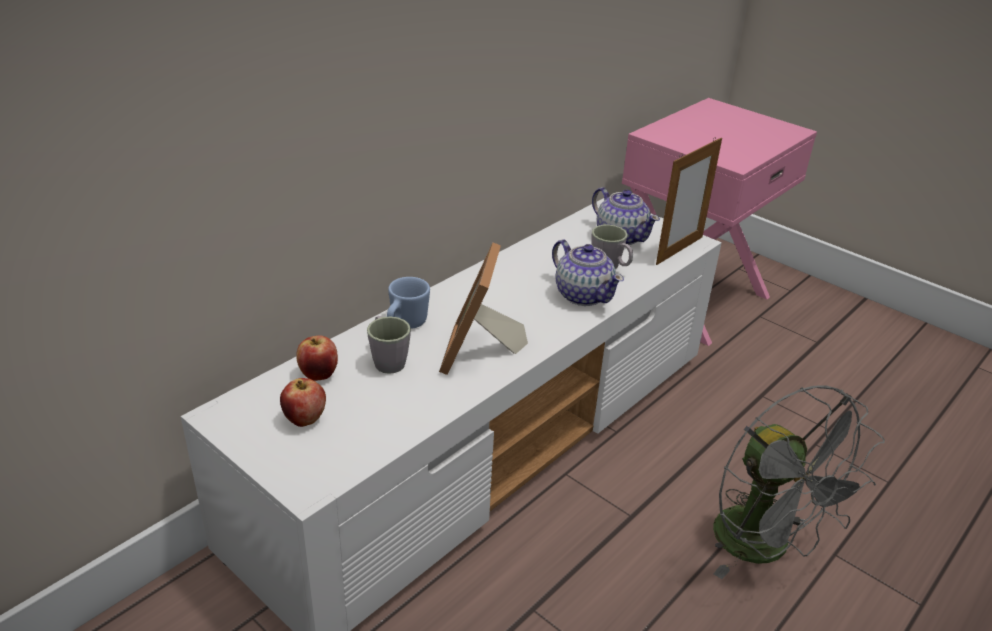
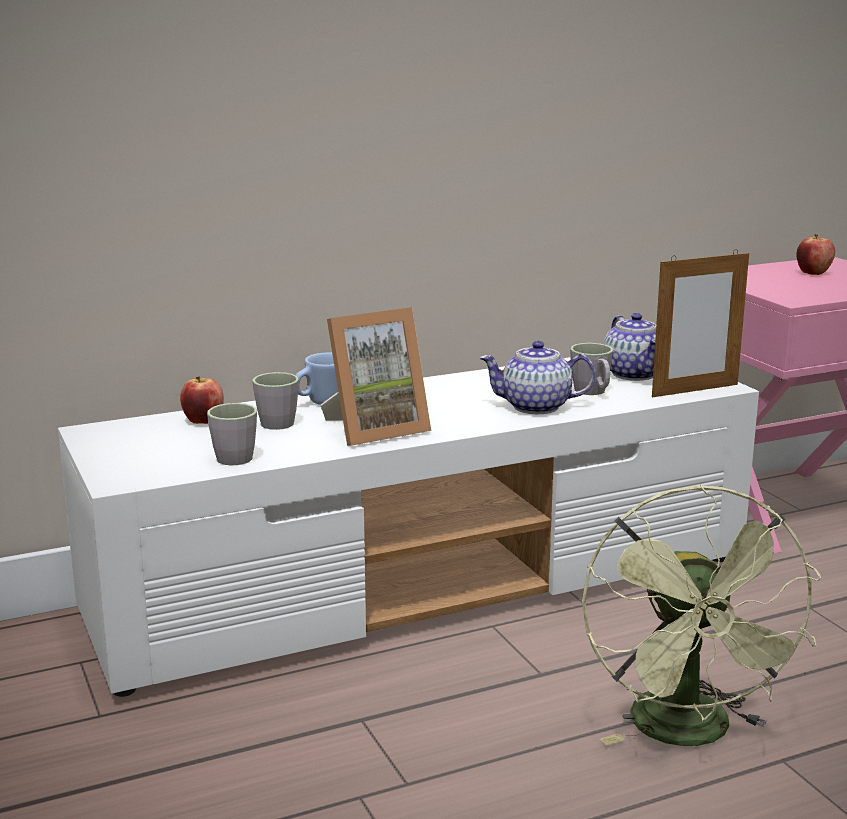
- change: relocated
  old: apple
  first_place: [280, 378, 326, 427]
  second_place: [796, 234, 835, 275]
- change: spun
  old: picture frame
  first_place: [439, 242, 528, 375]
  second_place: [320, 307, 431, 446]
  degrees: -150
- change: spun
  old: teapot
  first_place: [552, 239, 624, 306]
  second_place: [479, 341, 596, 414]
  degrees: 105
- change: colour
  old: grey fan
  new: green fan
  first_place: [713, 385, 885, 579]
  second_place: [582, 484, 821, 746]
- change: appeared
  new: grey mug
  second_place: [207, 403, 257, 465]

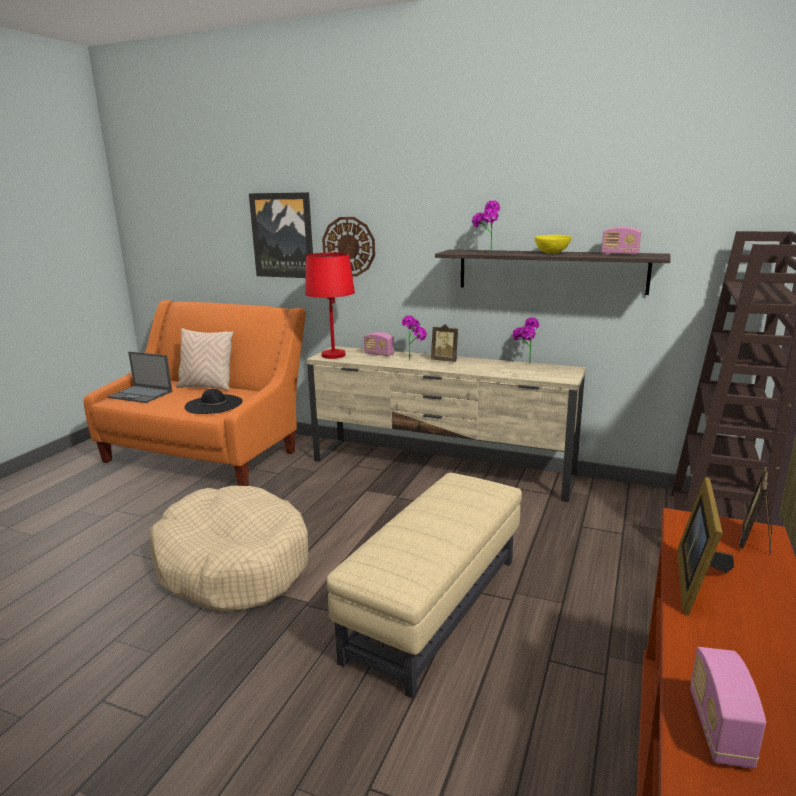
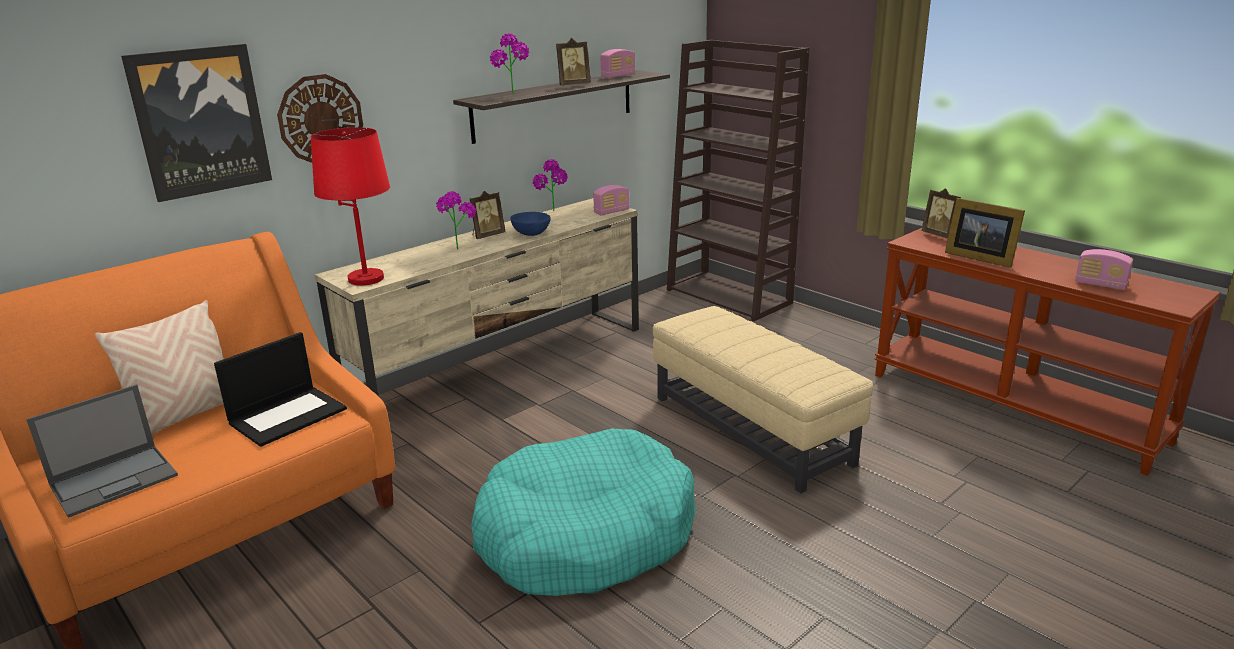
- change: colour
  old: beige dog bed
  new: turquoise dog bed
  first_place: [149, 486, 309, 613]
  second_place: [471, 429, 696, 596]
- change: exchanged
  old: black hat
  new: laptop
  first_place: [185, 389, 243, 414]
  second_place: [214, 332, 347, 447]
- change: relocated
  old: radio
  first_place: [364, 332, 394, 357]
  second_place: [593, 185, 630, 216]
- change: exchanged
  old: yellow bowl
  new: picture frame
  first_place: [535, 235, 572, 254]
  second_place: [556, 38, 591, 85]
- change: appeared
  new: blue bowl
  second_place: [510, 212, 551, 236]

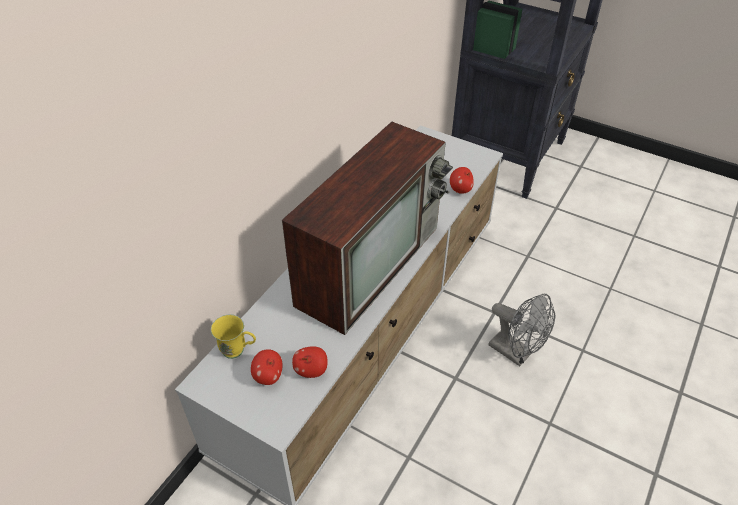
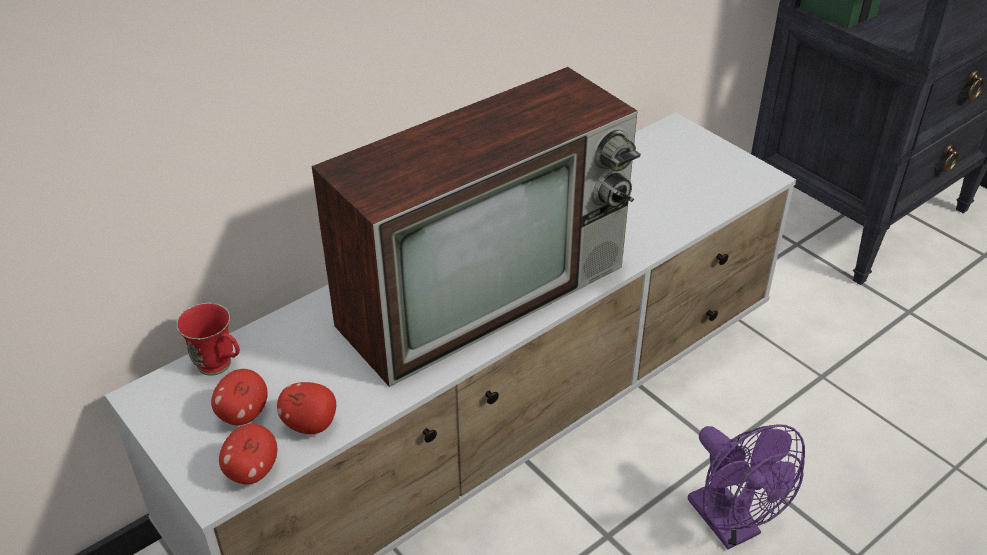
- change: colour
  old: yellow mug
  new: red mug
  first_place: [211, 314, 256, 359]
  second_place: [176, 303, 240, 376]
- change: relocated
  old: apple
  first_place: [450, 167, 474, 194]
  second_place: [219, 424, 277, 484]
- change: colour
  old: grey fan
  new: purple fan
  first_place: [489, 294, 555, 366]
  second_place: [688, 424, 805, 549]

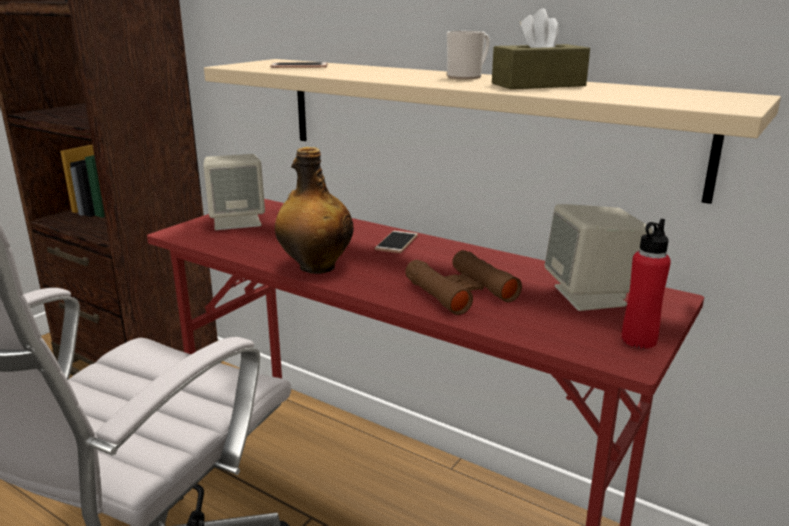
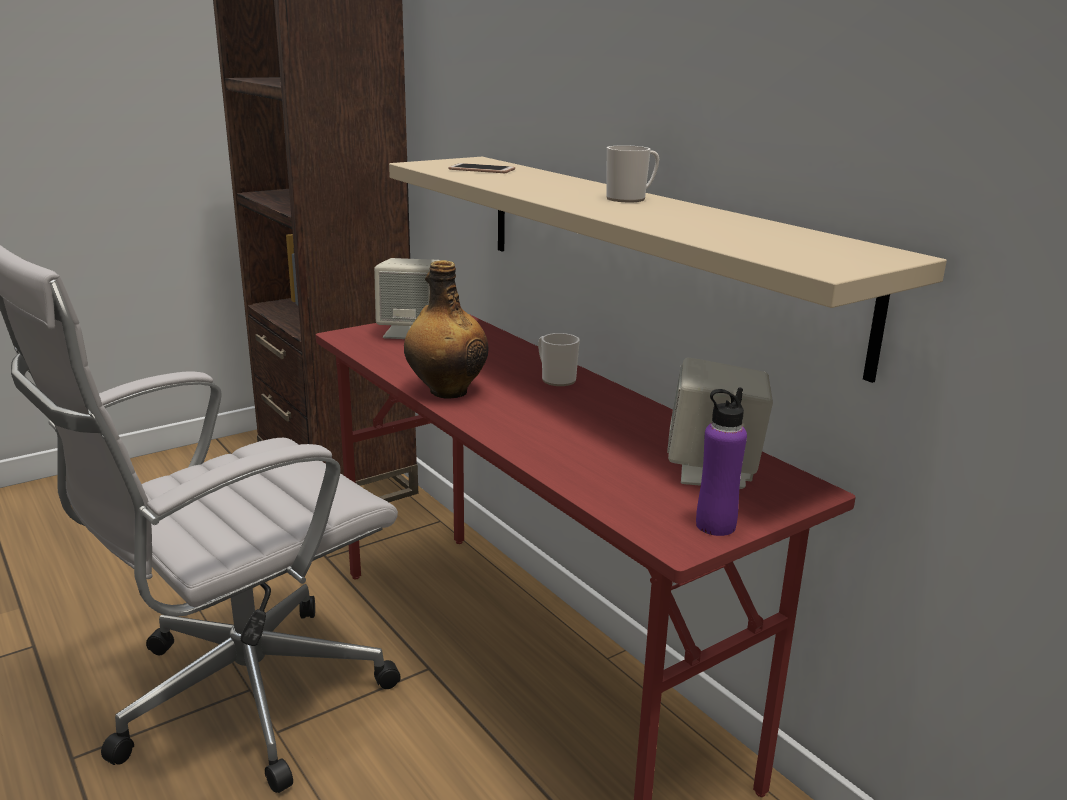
- change: exchanged
  old: phone
  new: mug
  first_place: [375, 231, 418, 253]
  second_place: [538, 333, 580, 386]
- change: missing
  old: brown binoculars
  first_place: [405, 250, 522, 315]
- change: missing
  old: brown tissue box
  first_place: [492, 8, 590, 89]
- change: colour
  old: red bottle
  new: purple bottle
  first_place: [622, 219, 671, 349]
  second_place: [696, 387, 747, 536]

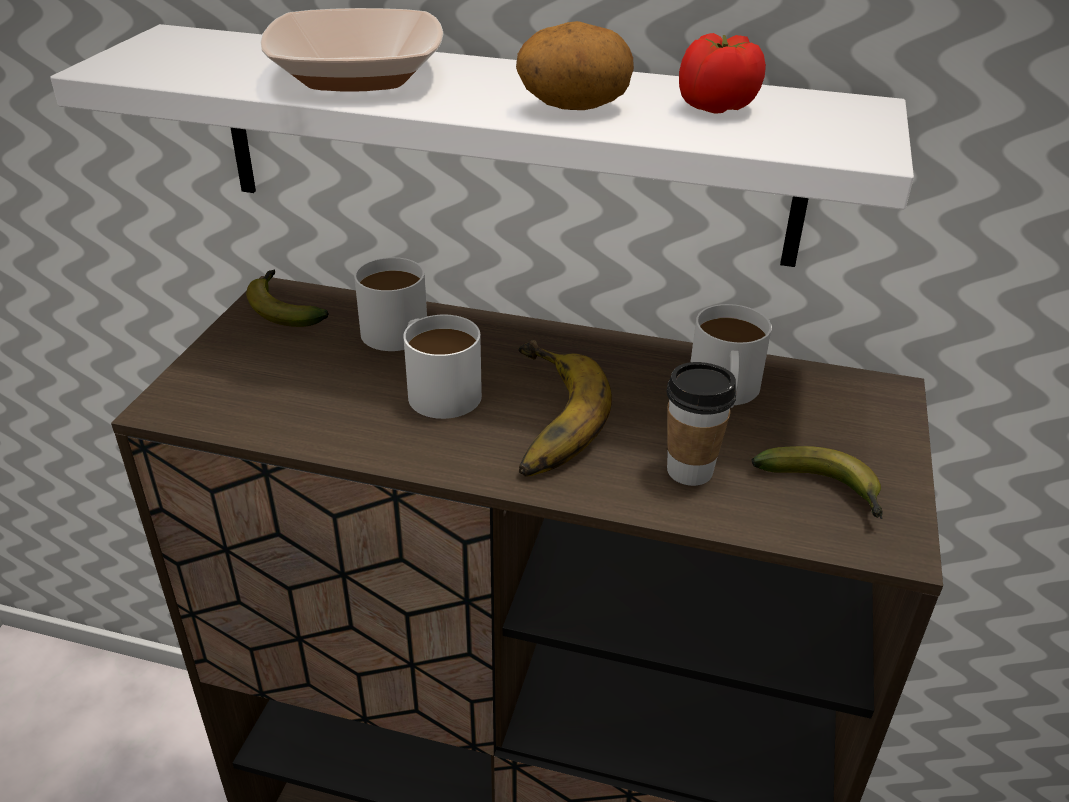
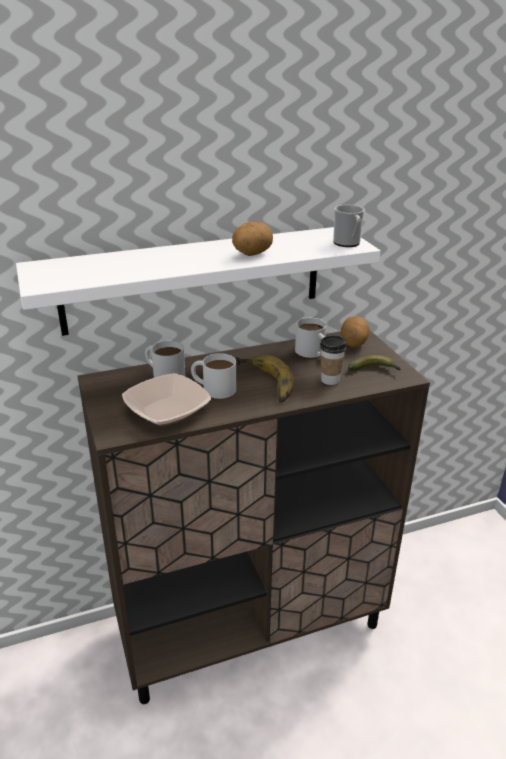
- change: missing
  old: banana
  first_place: [246, 269, 329, 327]
- change: relocated
  old: bowl
  first_place: [260, 8, 443, 92]
  second_place: [122, 373, 211, 426]
- change: missing
  old: tomato
  first_place: [679, 33, 766, 114]
- change: appeared
  new: mug
  second_place: [333, 205, 365, 247]
- change: appeared
  new: potato
  second_place: [341, 316, 369, 348]

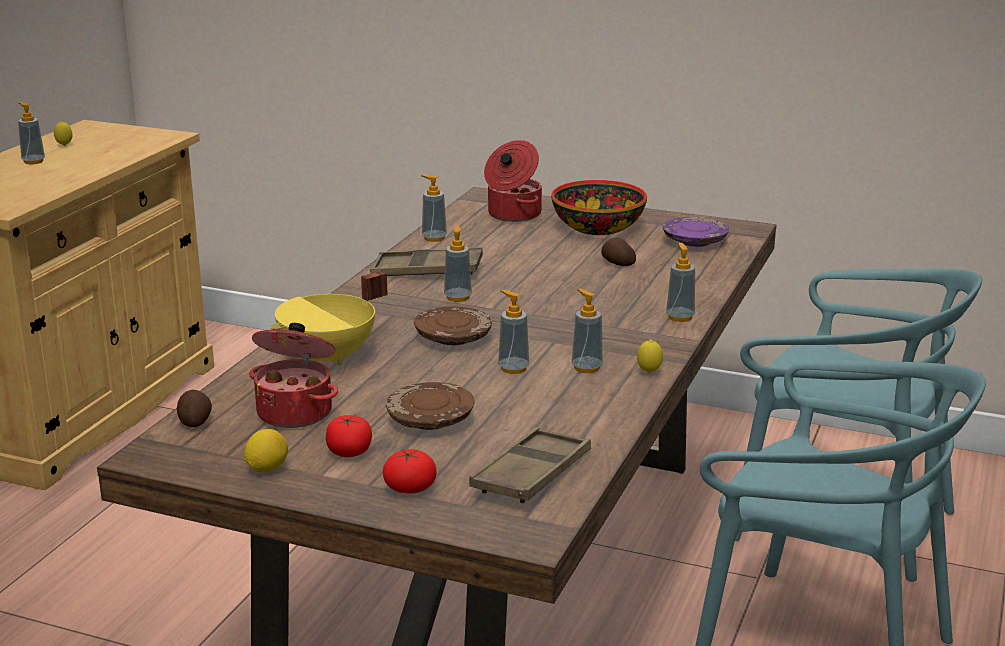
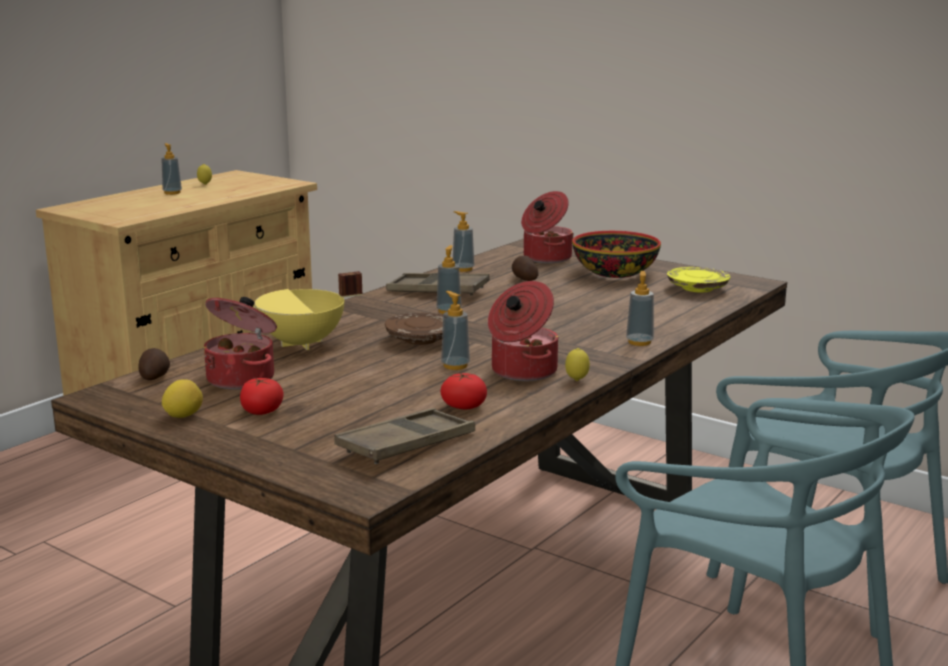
- change: relocated
  old: tomato
  first_place: [383, 449, 437, 494]
  second_place: [440, 373, 487, 409]
- change: missing
  old: brown plate
  first_place: [386, 382, 475, 430]
- change: exchanged
  old: soap dispenser
  new: cooking pot
  first_place: [572, 289, 603, 373]
  second_place: [488, 281, 559, 381]
- change: relocated
  old: potato
  first_place: [601, 237, 636, 266]
  second_place: [512, 256, 539, 281]
- change: colour
  old: purple plate
  new: yellow plate
  first_place: [662, 217, 729, 247]
  second_place: [667, 267, 730, 293]

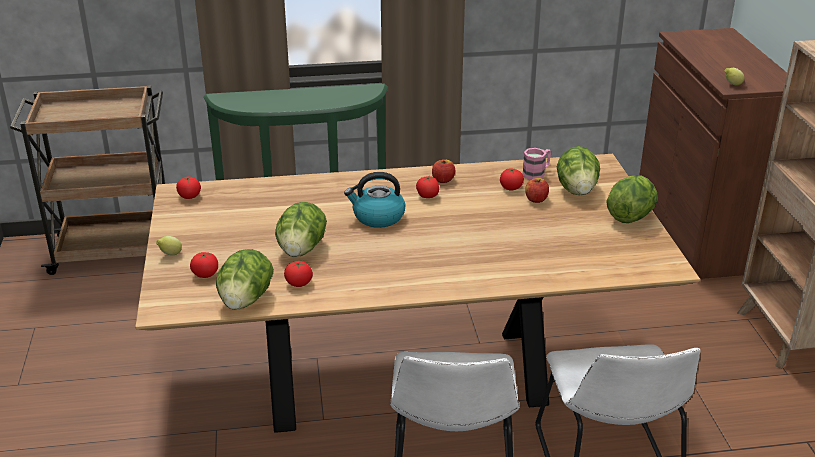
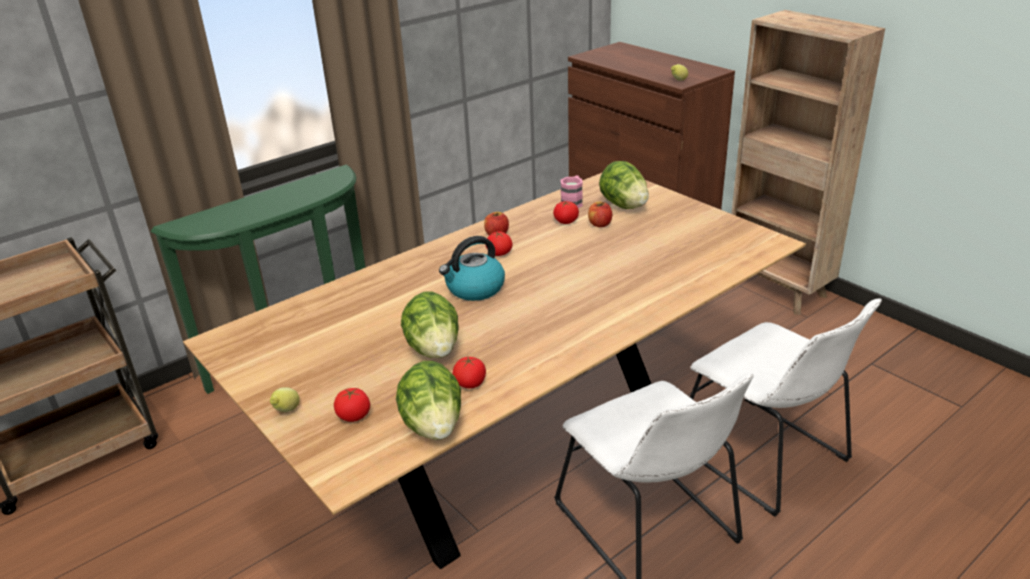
- change: missing
  old: tomato
  first_place: [176, 176, 201, 199]
- change: missing
  old: lettuce
  first_place: [606, 175, 658, 223]

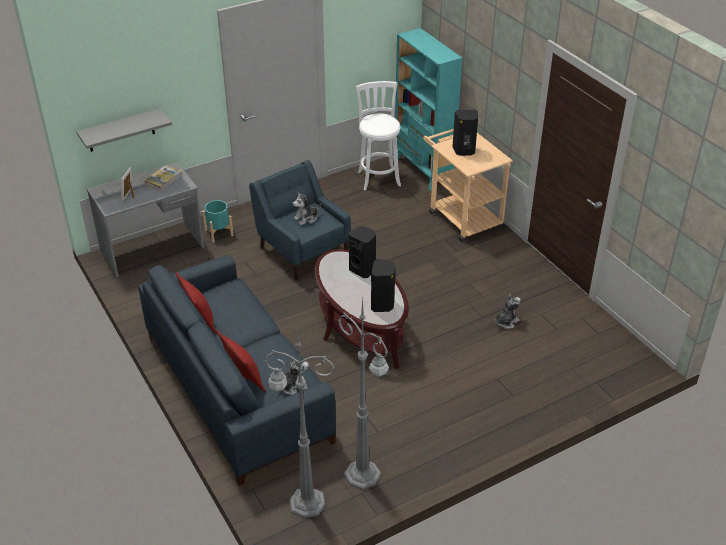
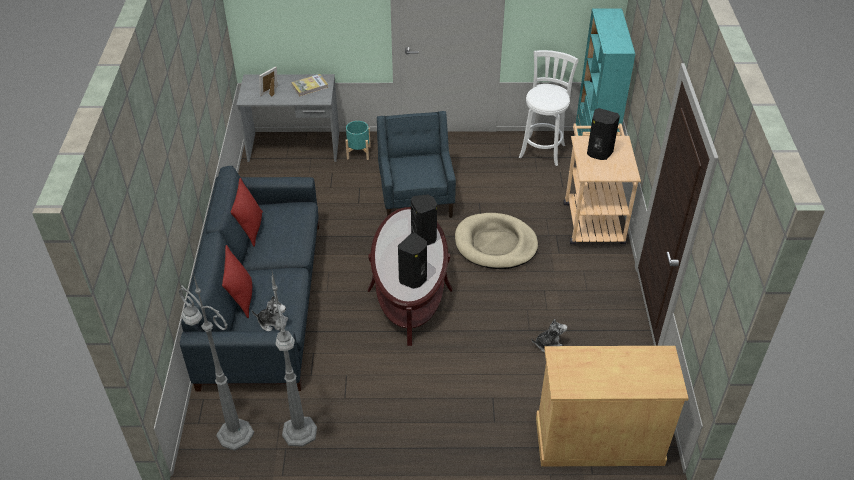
- change: missing
  old: grey shelf
  first_place: [76, 109, 172, 152]
- change: missing
  old: plush toy
  first_place: [292, 192, 321, 225]
- change: appeared
  new: beige dog bed
  second_place: [455, 213, 538, 269]
- change: appeared
  new: beige cabinet
  second_place: [536, 346, 689, 466]

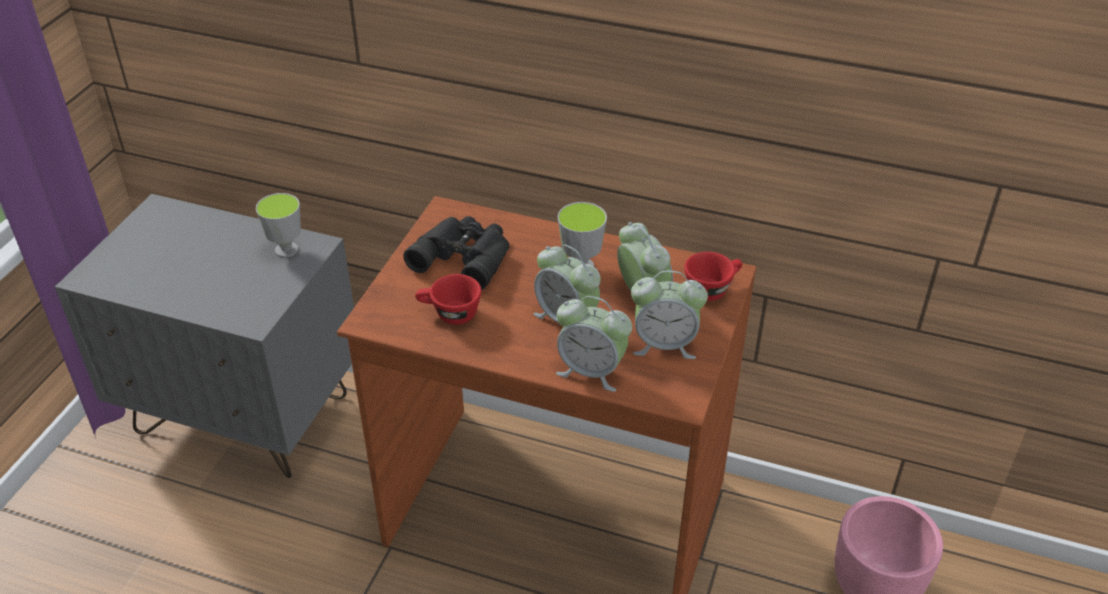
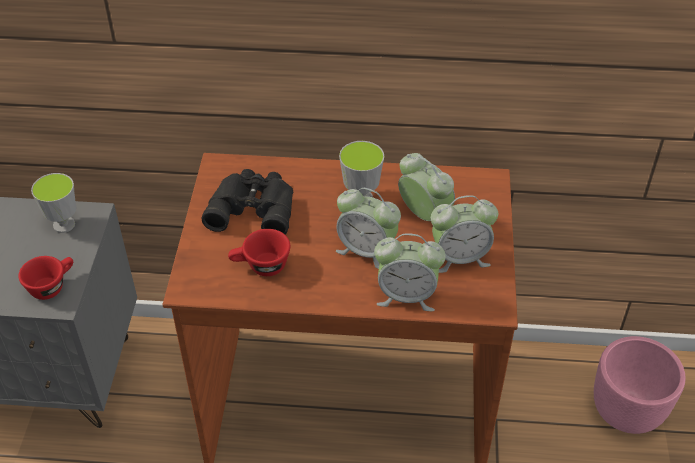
- change: relocated
  old: red cup
  first_place: [684, 252, 742, 301]
  second_place: [18, 256, 73, 300]

